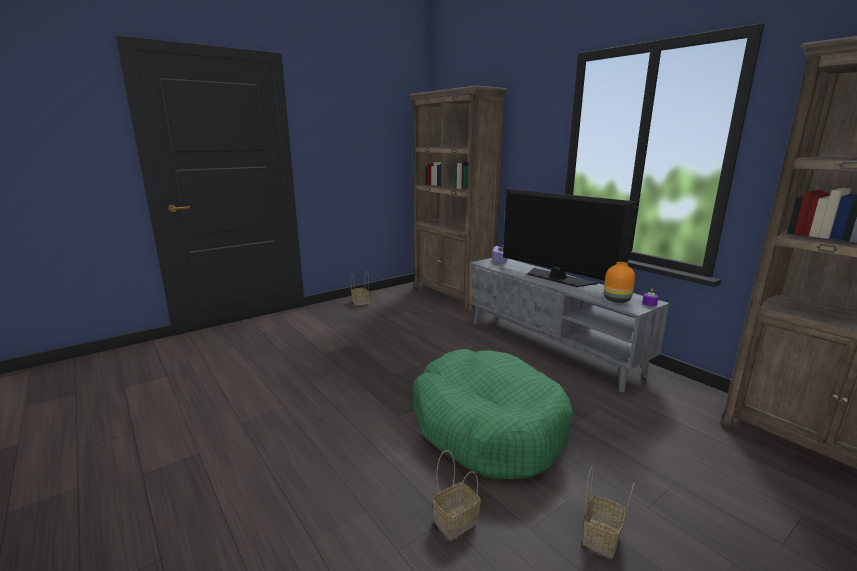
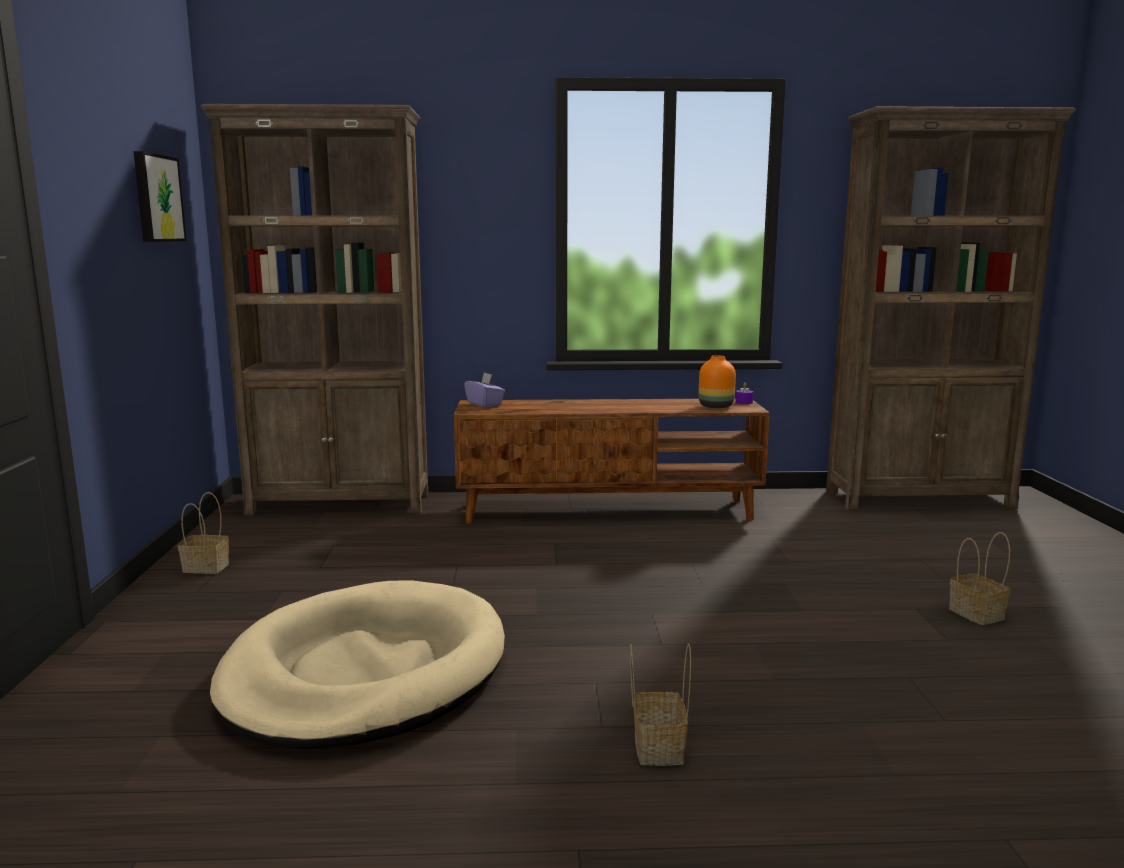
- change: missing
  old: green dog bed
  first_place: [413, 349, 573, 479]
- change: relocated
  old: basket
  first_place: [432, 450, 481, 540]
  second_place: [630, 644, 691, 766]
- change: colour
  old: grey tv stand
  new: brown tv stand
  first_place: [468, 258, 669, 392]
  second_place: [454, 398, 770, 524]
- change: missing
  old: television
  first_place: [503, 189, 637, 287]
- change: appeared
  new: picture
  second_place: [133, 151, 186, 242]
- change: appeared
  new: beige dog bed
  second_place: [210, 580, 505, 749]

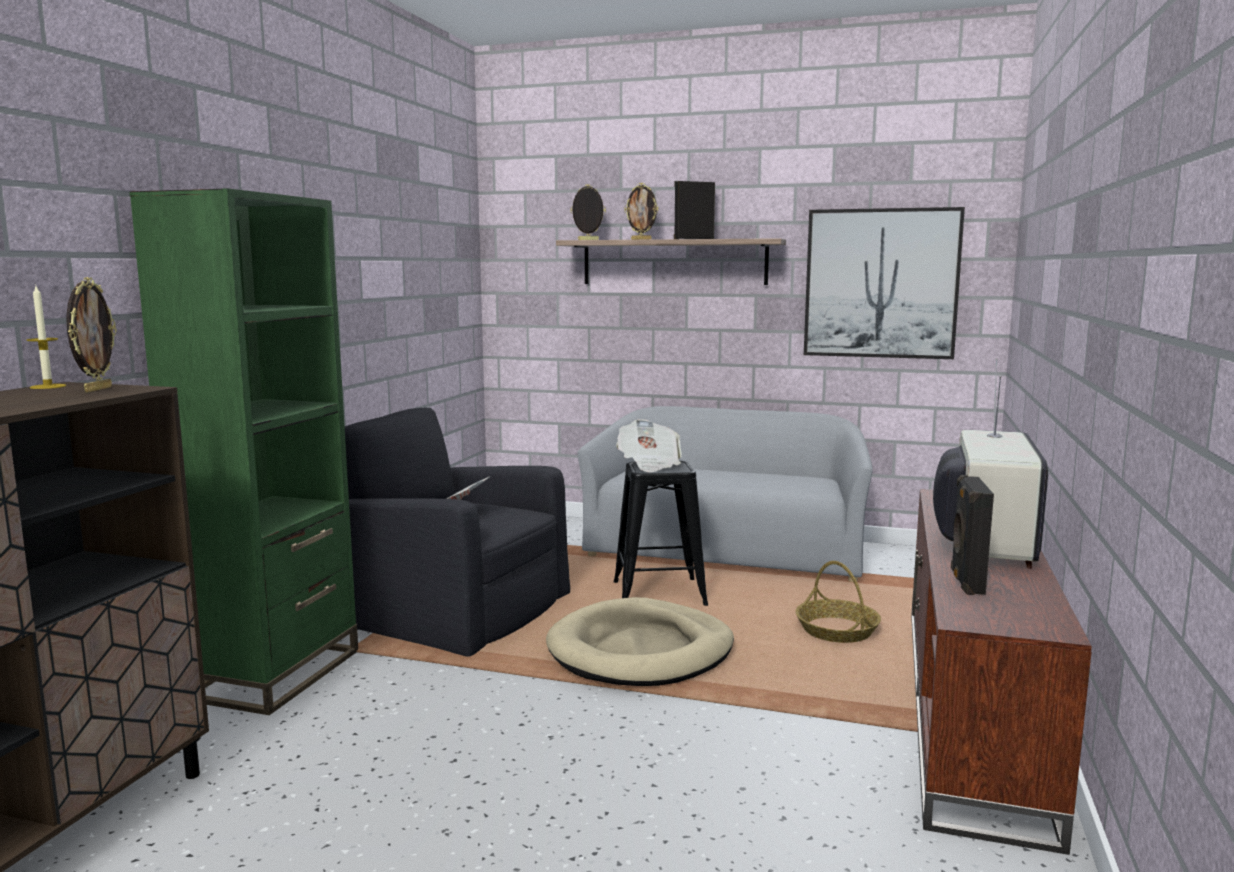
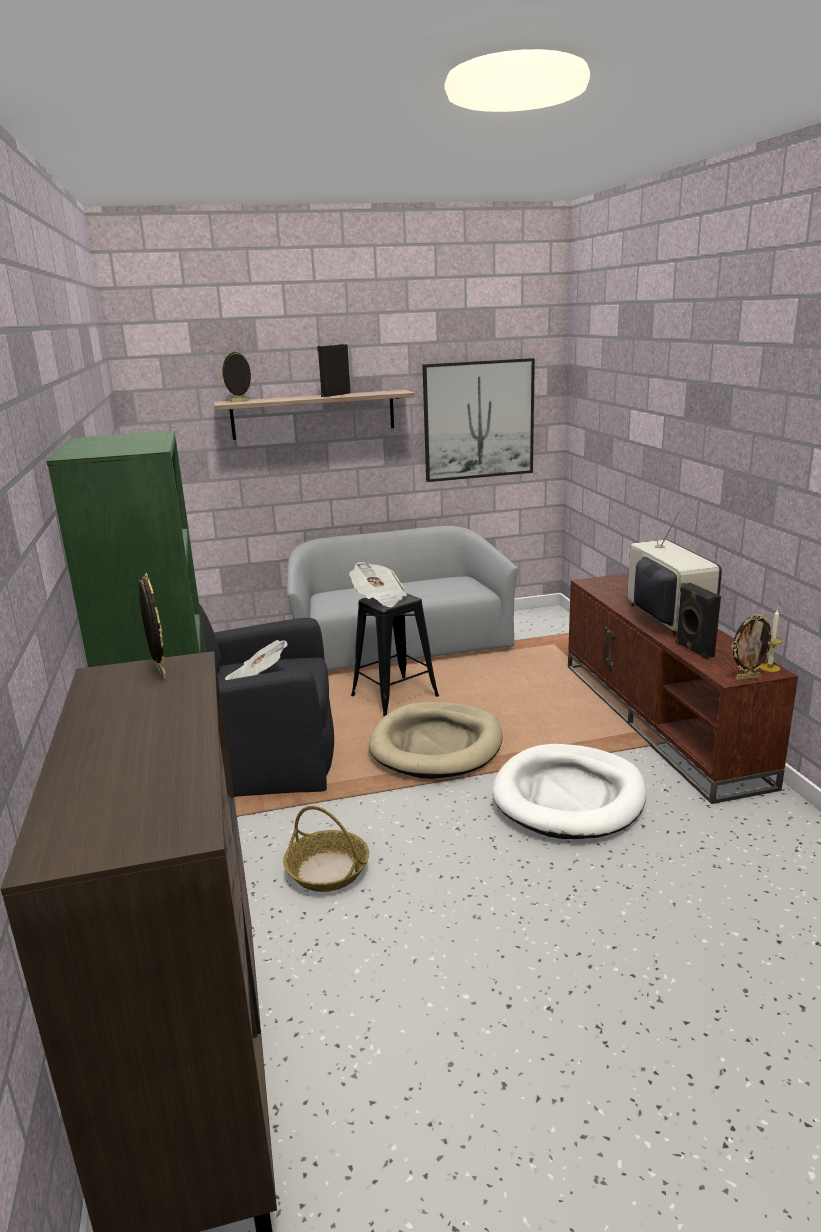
- change: relocated
  old: candle
  first_place: [26, 286, 66, 389]
  second_place: [760, 609, 782, 672]
- change: relocated
  old: picture frame
  first_place: [624, 183, 659, 240]
  second_place: [732, 614, 775, 680]
- change: relocated
  old: basket
  first_place: [796, 561, 881, 643]
  second_place: [283, 806, 369, 892]
- change: appeared
  new: white dog bed
  second_place: [492, 744, 646, 839]

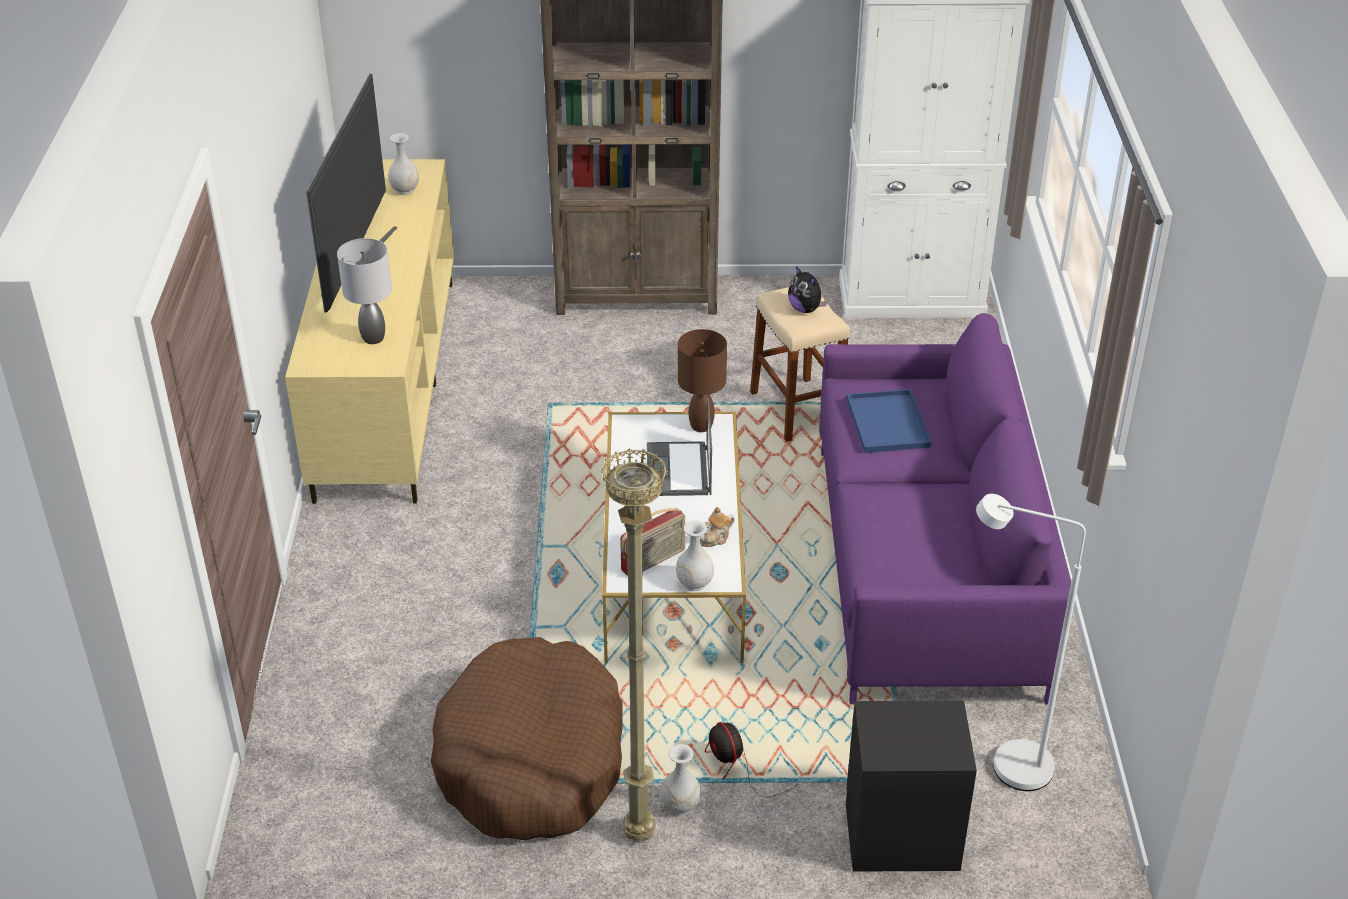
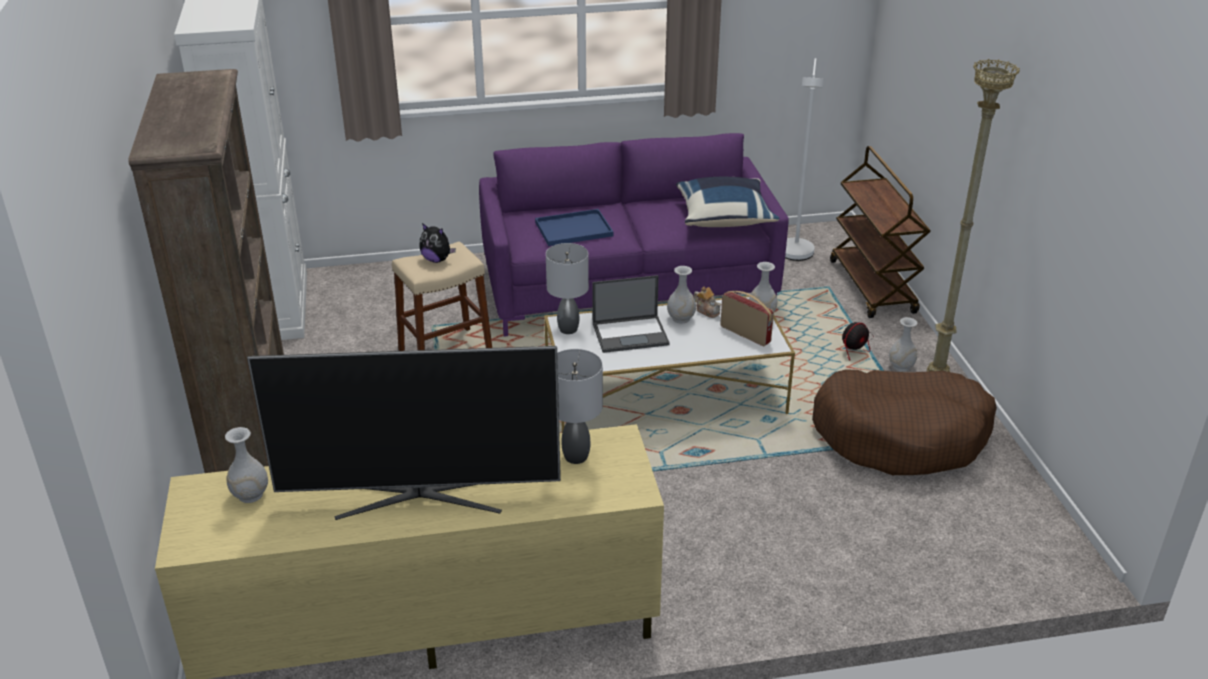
- change: colour
  old: brown table lamp
  new: grey table lamp
  first_place: [678, 329, 727, 432]
  second_place: [546, 243, 589, 334]
- change: spun
  old: plush toy
  first_place: [788, 266, 827, 313]
  second_place: [419, 223, 456, 263]
  degrees: 75
- change: exchanged
  old: black nightstand
  new: brown cart
  first_place: [846, 701, 977, 872]
  second_place: [830, 146, 931, 318]
- change: appeared
  new: white vase
  second_place: [667, 266, 696, 324]
- change: appeared
  new: blue pillow
  second_place: [676, 177, 779, 227]

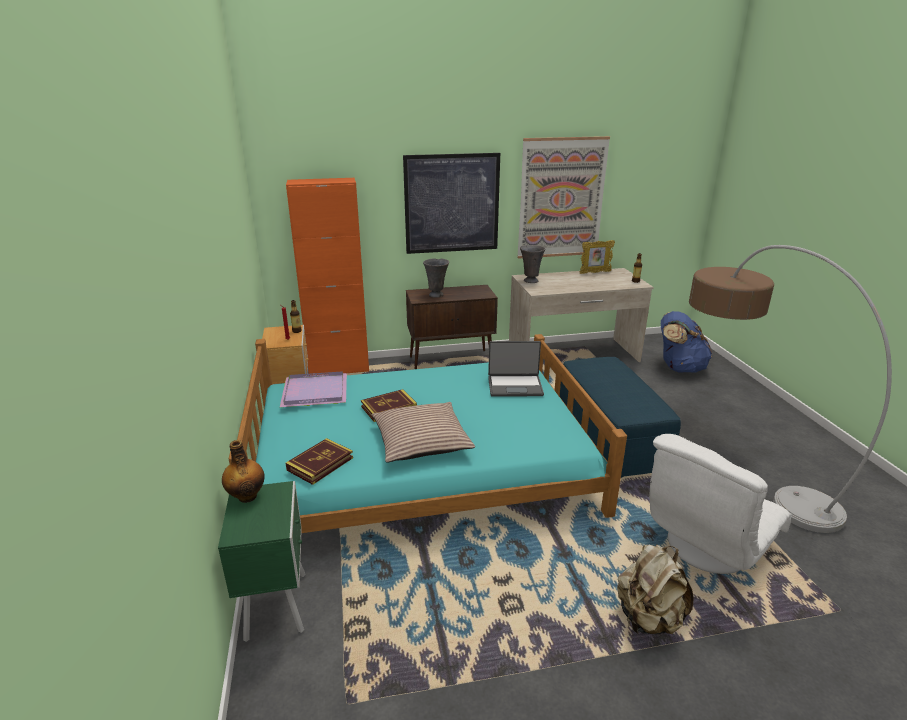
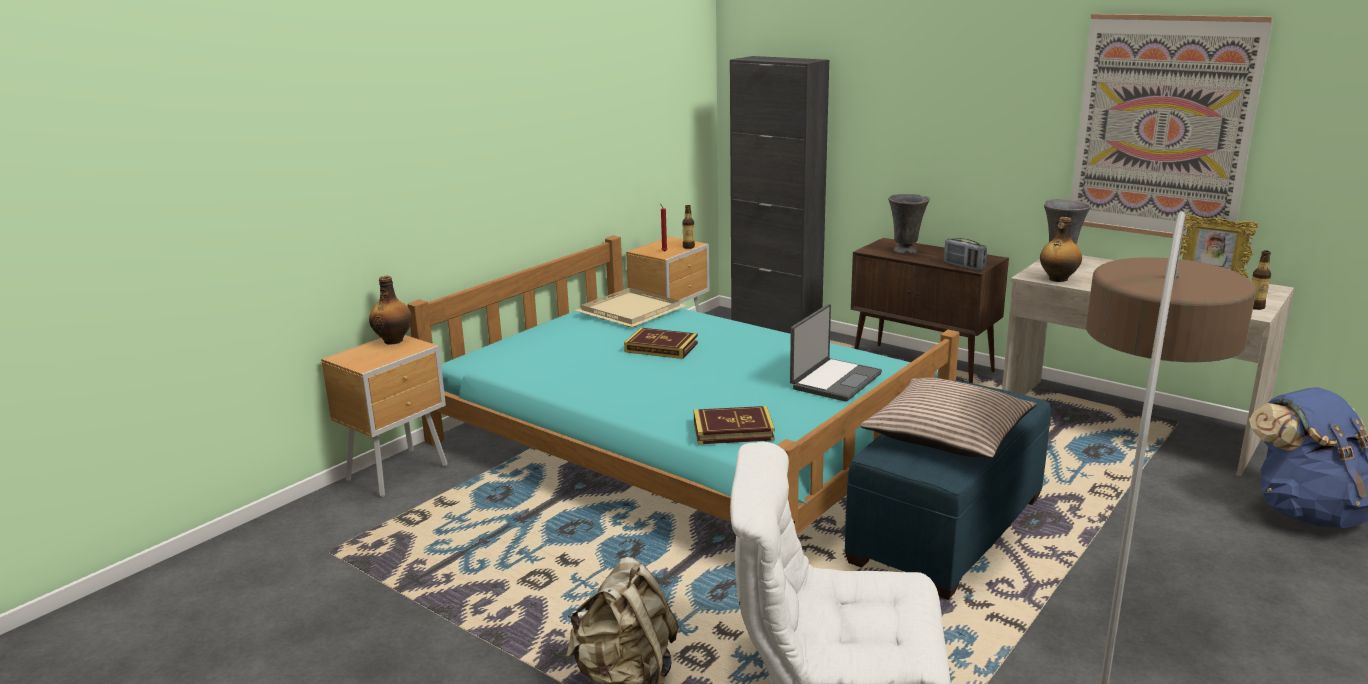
- change: colour
  old: green nightstand
  new: brown nightstand
  first_place: [218, 481, 306, 642]
  second_place: [321, 335, 447, 497]
- change: colour
  old: purple tray
  new: beige tray
  first_place: [280, 371, 347, 407]
  second_place: [575, 288, 687, 327]
- change: colour
  old: orange cabinet
  new: black cabinet
  first_place: [286, 178, 369, 376]
  second_place: [730, 56, 829, 334]
- change: relocated
  old: book
  first_place: [286, 438, 353, 485]
  second_place: [694, 406, 775, 444]
- change: relocated
  old: pillow
  first_place: [372, 402, 475, 463]
  second_place: [860, 378, 1036, 458]
- change: missing
  old: picture
  first_place: [403, 153, 500, 254]
- change: spun
  old: laptop
  first_place: [488, 341, 544, 397]
  second_place: [790, 304, 882, 402]
  degrees: -105
- change: appeared
  new: radio
  second_place: [944, 238, 987, 271]
- change: appeared
  new: bottle
  second_place: [1040, 217, 1082, 282]

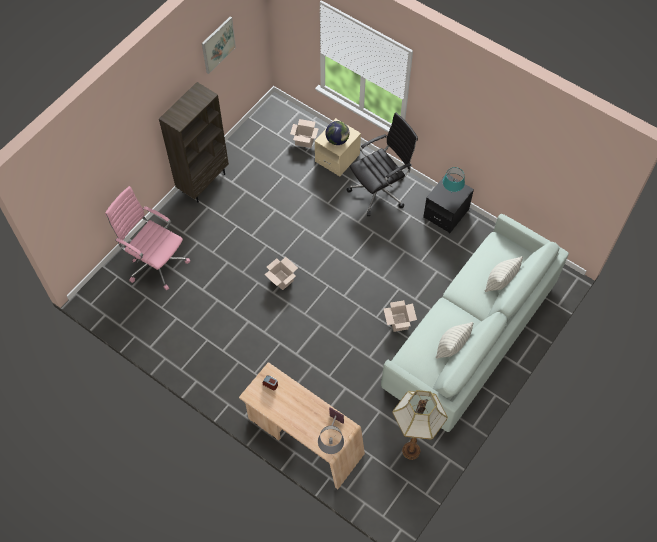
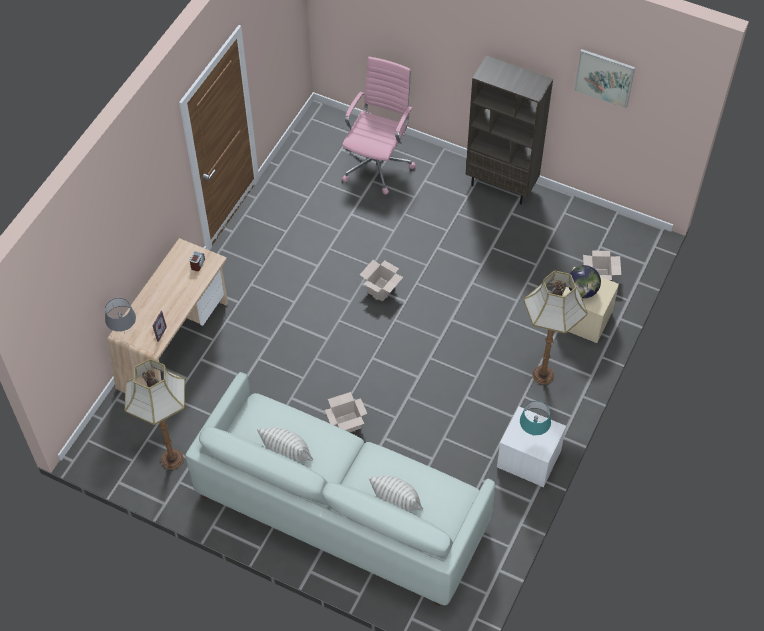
- change: exchanged
  old: black office chair
  new: floor lamp
  first_place: [346, 112, 418, 216]
  second_place: [524, 271, 588, 385]
- change: colour
  old: black nightstand
  new: white nightstand
  first_place: [423, 174, 474, 233]
  second_place: [497, 406, 566, 487]

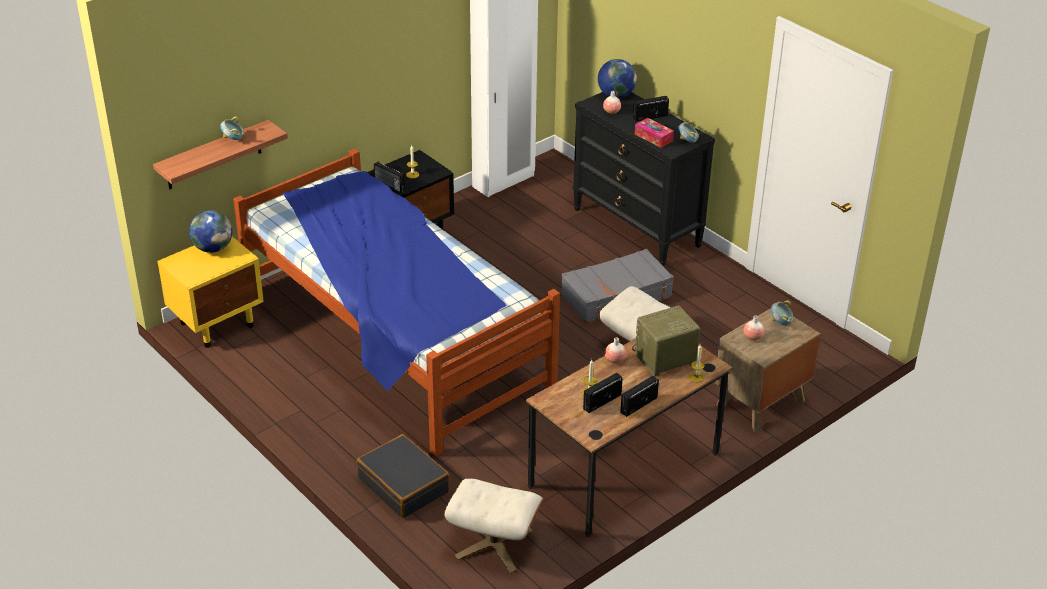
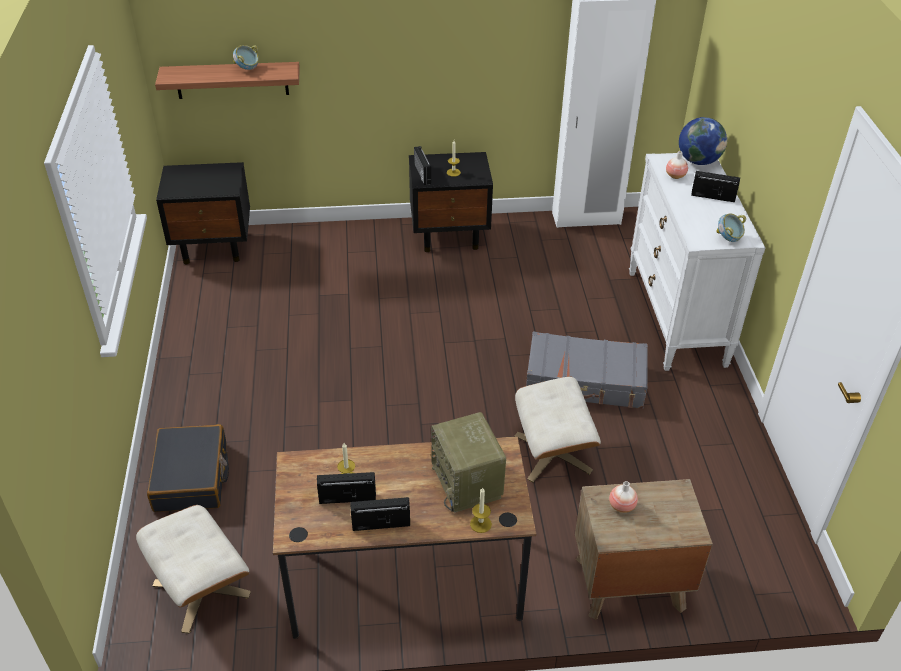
- change: colour
  old: yellow nightstand
  new: black nightstand
  first_place: [157, 237, 264, 348]
  second_place: [156, 162, 250, 264]
- change: missing
  old: globe
  first_place: [189, 210, 232, 253]
- change: missing
  old: bed
  first_place: [233, 148, 560, 457]
- change: colour
  old: black dresser
  new: white dresser
  first_place: [573, 92, 715, 266]
  second_place: [629, 153, 765, 371]
- change: missing
  old: vase
  first_place: [605, 337, 626, 364]
- change: spun
  old: radio
  first_place: [632, 305, 700, 376]
  second_place: [431, 412, 506, 513]
  degrees: -120
- change: missing
  old: tissue box
  first_place: [635, 118, 674, 148]
- change: missing
  old: bowl
  first_place: [771, 300, 793, 326]

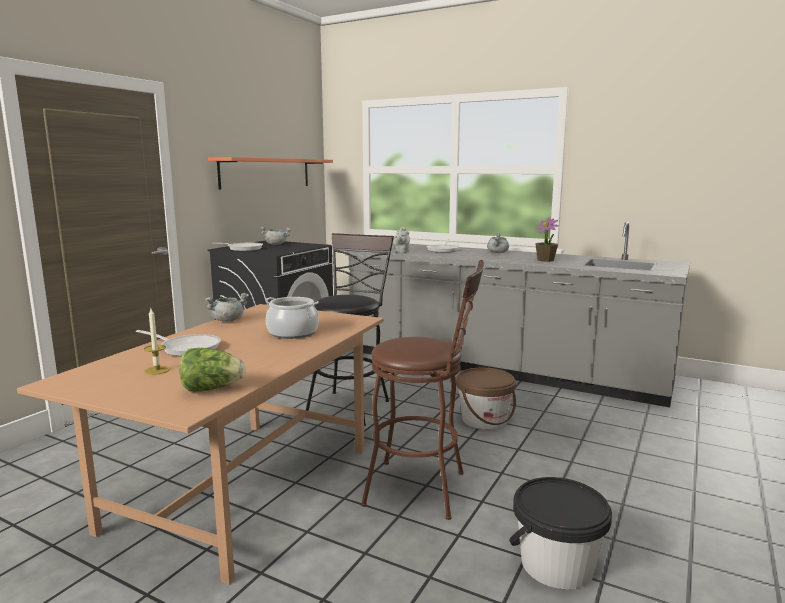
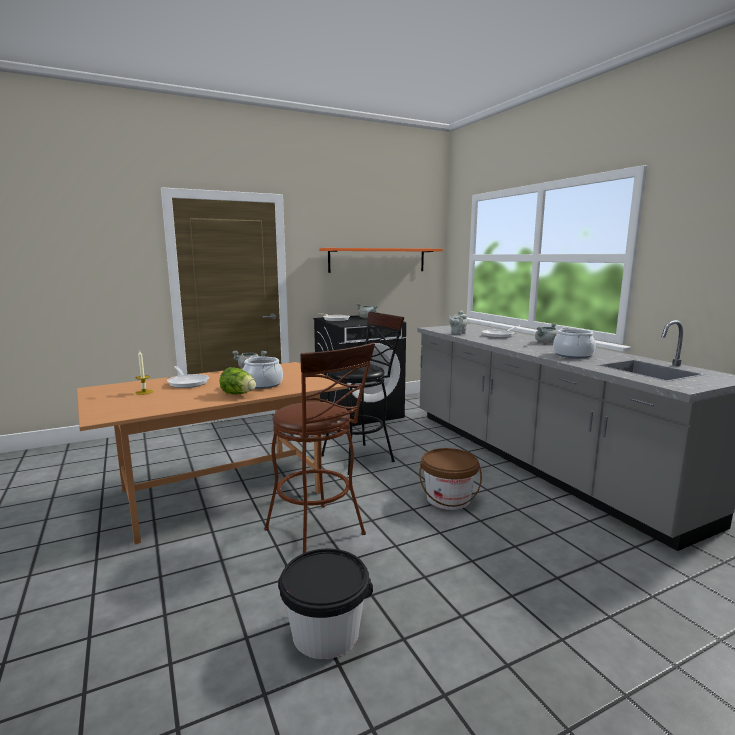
- change: relocated
  old: lettuce
  first_place: [180, 348, 245, 392]
  second_place: [219, 367, 256, 394]
- change: exchanged
  old: potted plant
  new: cooking pot
  first_place: [535, 218, 559, 262]
  second_place: [553, 327, 596, 358]

